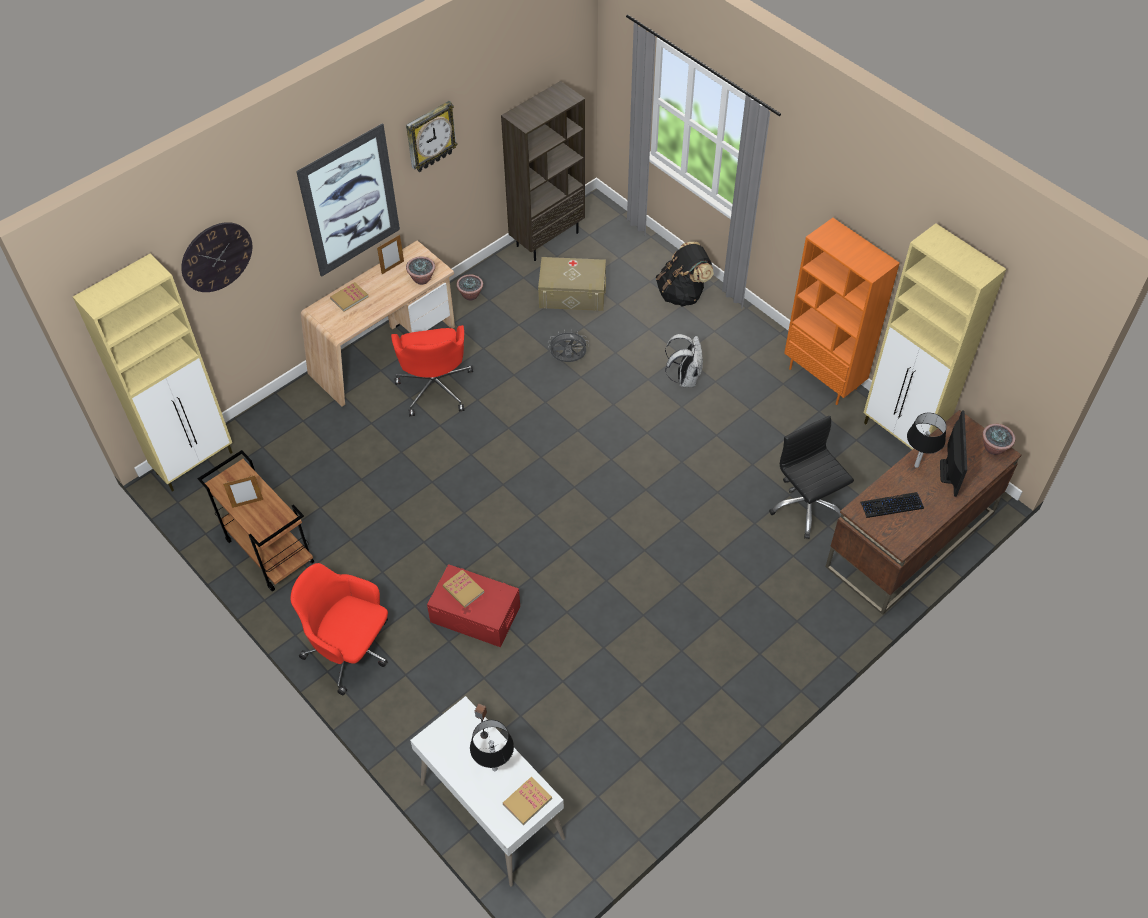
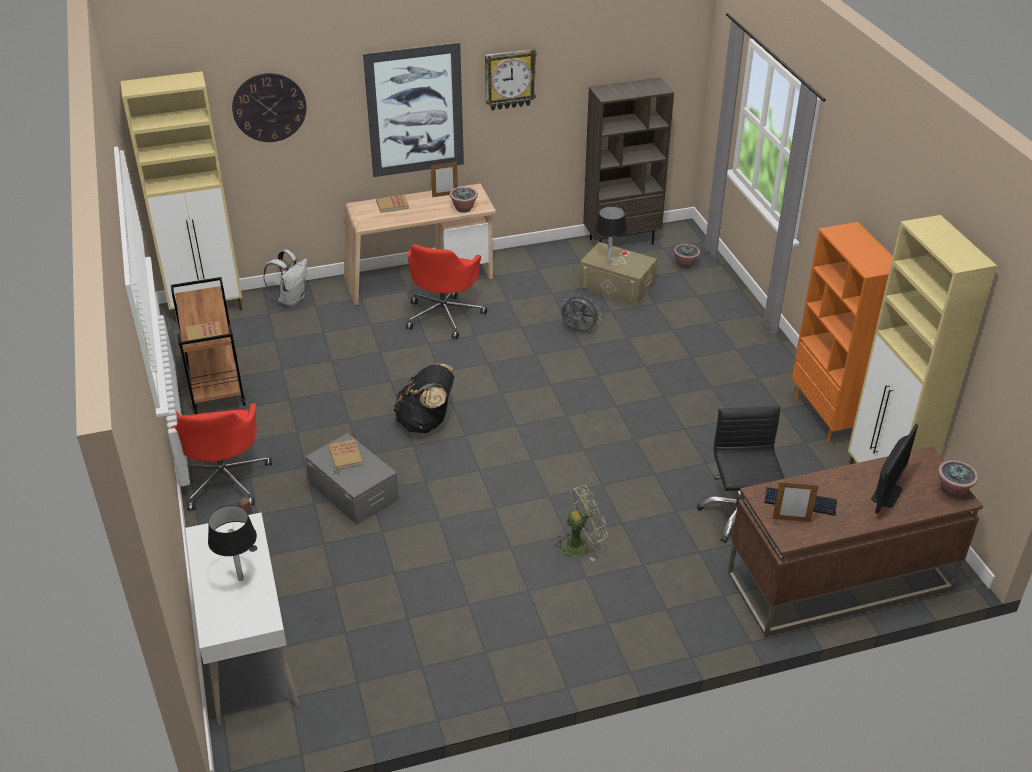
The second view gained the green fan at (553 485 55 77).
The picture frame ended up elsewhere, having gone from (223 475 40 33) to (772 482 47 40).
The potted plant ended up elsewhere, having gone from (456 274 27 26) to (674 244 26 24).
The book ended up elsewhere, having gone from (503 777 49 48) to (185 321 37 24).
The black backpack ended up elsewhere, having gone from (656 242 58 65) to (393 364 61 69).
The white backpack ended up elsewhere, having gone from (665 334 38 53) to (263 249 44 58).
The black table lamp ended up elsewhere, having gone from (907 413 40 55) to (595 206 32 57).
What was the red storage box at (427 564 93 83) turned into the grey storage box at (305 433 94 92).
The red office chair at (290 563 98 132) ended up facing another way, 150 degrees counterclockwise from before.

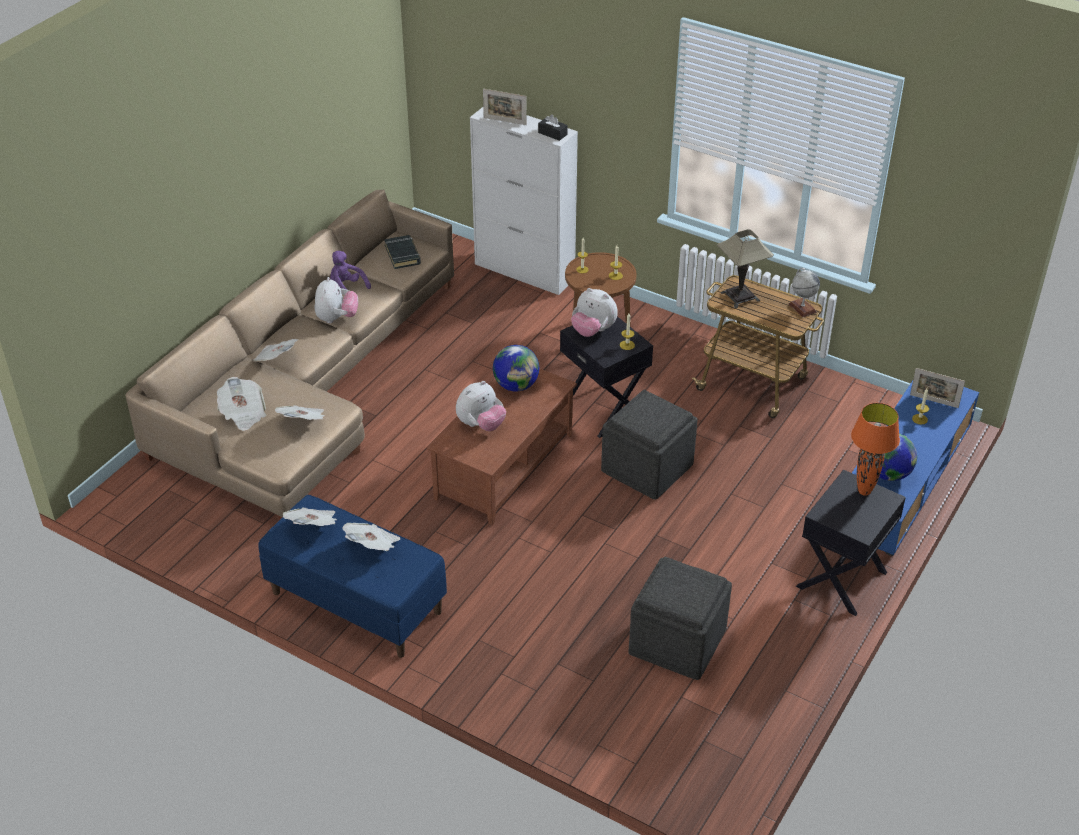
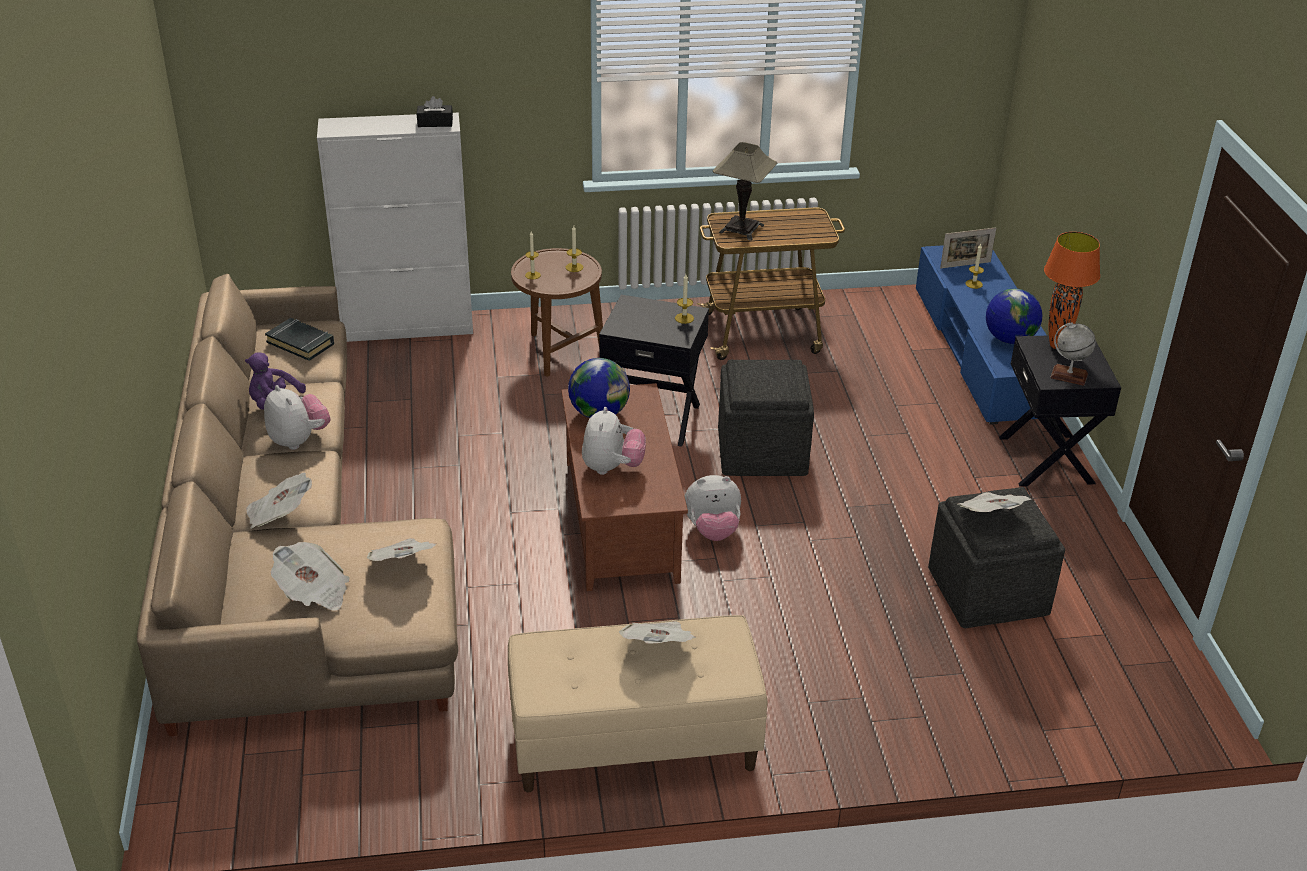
The second view lost the picture frame at (483 89 44 36).
The newspaper ended up elsewhere, having gone from (283 508 54 18) to (958 492 73 20).
The plush toy ended up elsewhere, having gone from (571 288 47 49) to (685 475 56 66).
The globe ended up elsewhere, having gone from (789 268 31 49) to (1050 322 46 64).
What was the blue bench at (259 495 188 163) turned into the beige bench at (508 615 259 178).

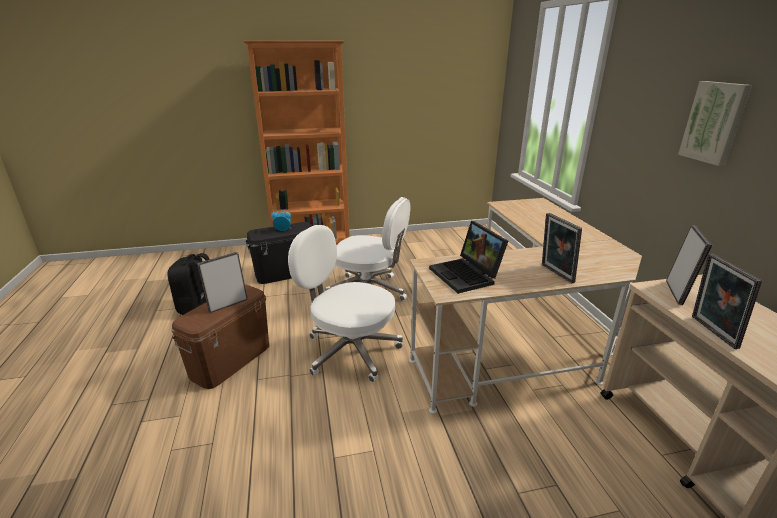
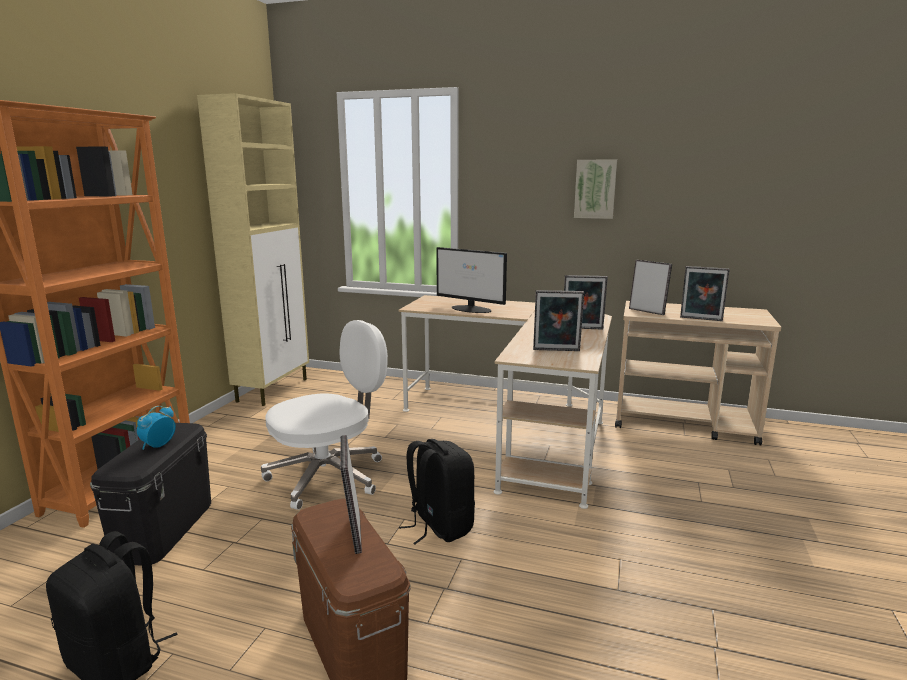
The second view gained the beige cabinet at (197 93 112 313).
The second view gained the monitor at (436 247 71 66).
Where the white office chair stood at (288 225 115 157), the black backpack came to stand at (399 439 76 106).
Where the laptop stood at (429 221 79 73), the picture frame came to stand at (533 290 51 61).

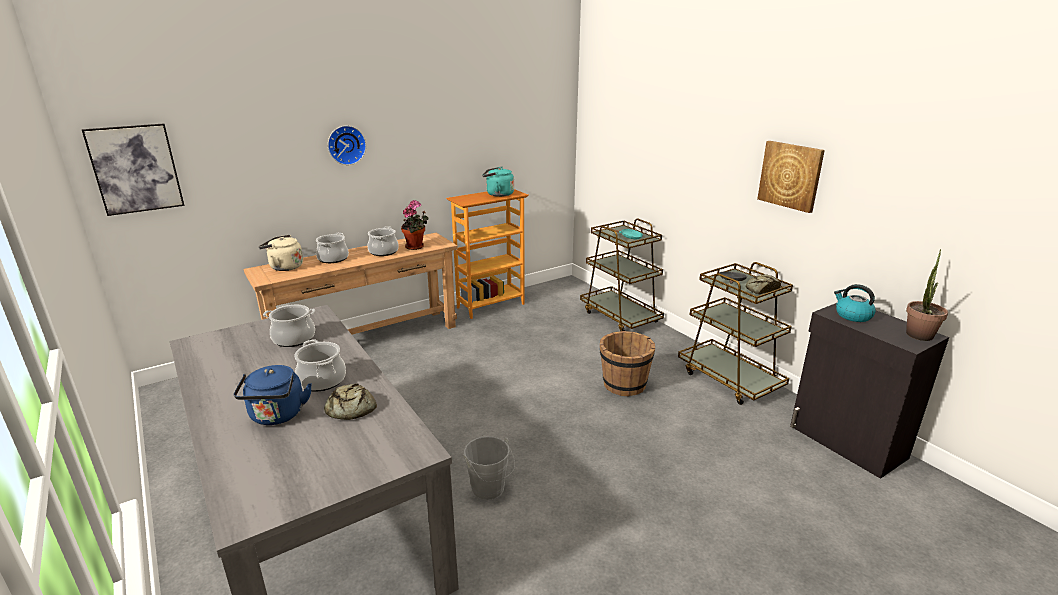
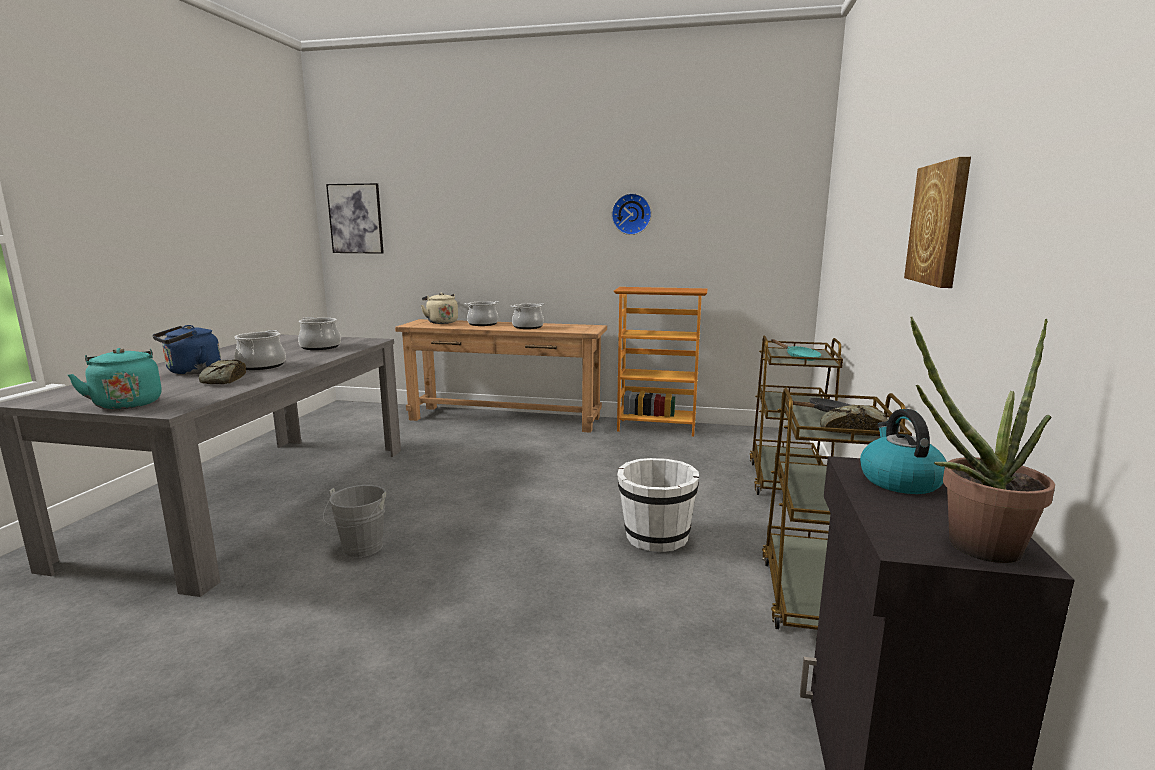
The second view lost the potted plant at (401 200 28 50).
The wall clock ended up elsewhere, having gone from (328 126 38 39) to (611 193 41 42).
The turquoise kettle ended up elsewhere, having gone from (482 167 32 30) to (68 348 94 62).
What was the brown bucket at (600 331 55 66) turned into the white bucket at (617 458 82 94).

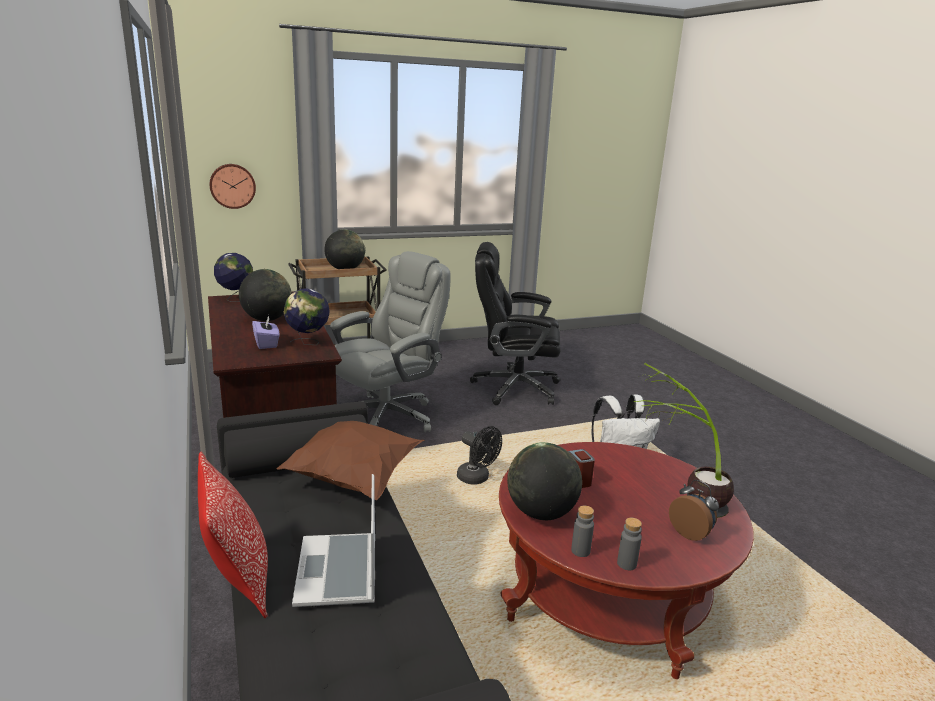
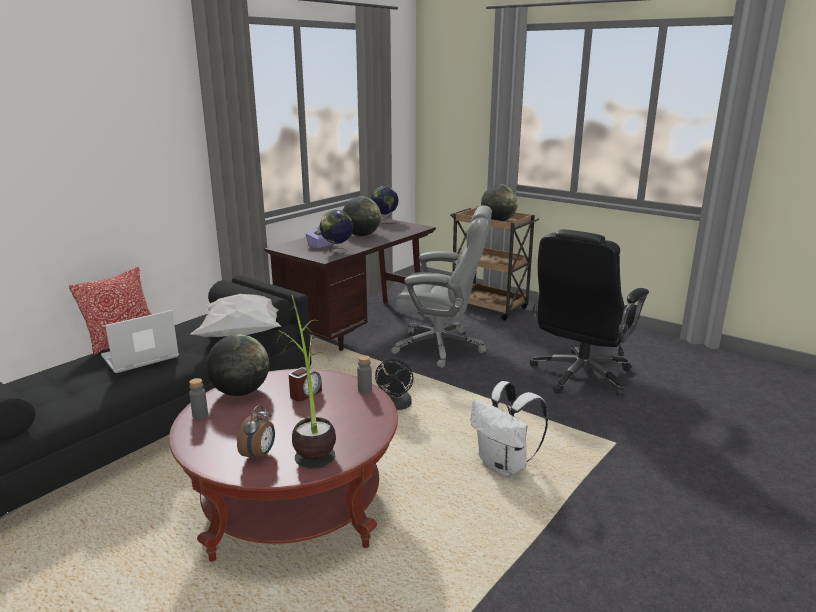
The second view lost the wall clock at (209 164 47 45).
The grey bottle ended up elsewhere, having gone from (617 518 25 52) to (357 355 15 39).
What was the brown pillow at (276 421 148 79) turned into the white pillow at (190 294 92 43).
The black office chair at (470 242 90 163) ended up facing another way, 120 degrees counterclockwise from before.

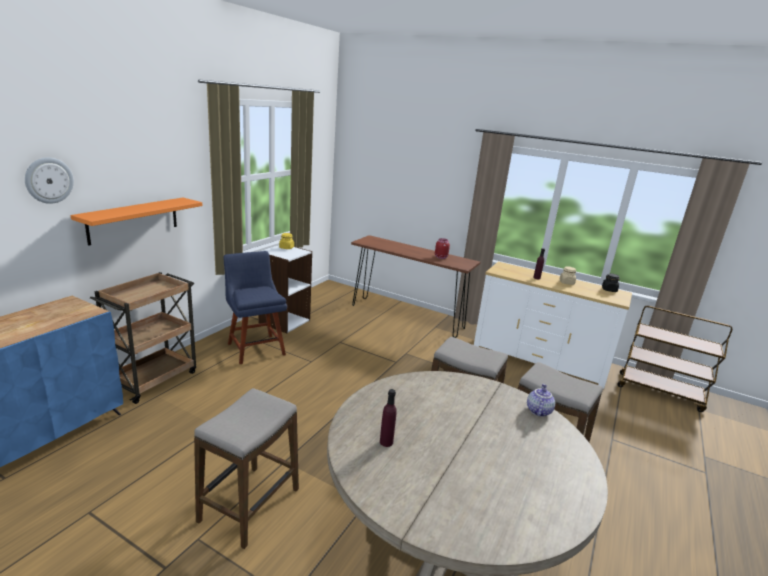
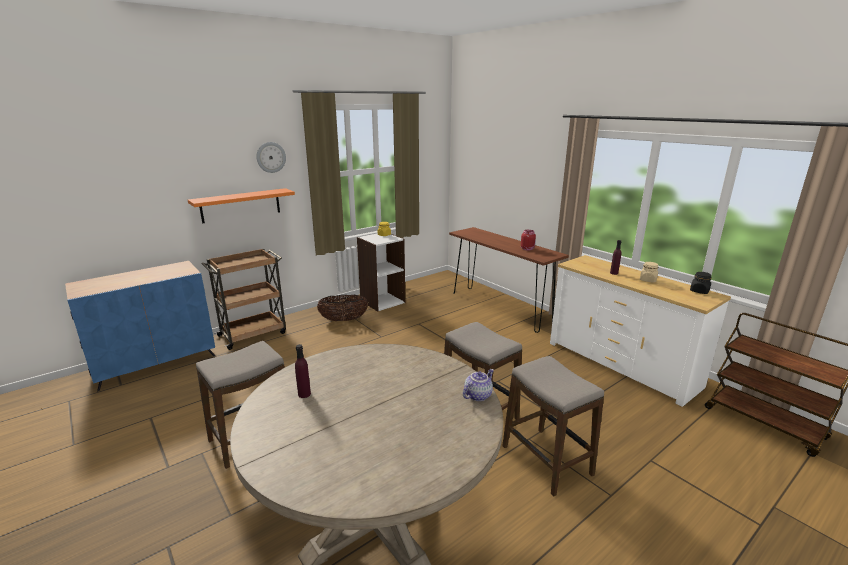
The wall clock ended up elsewhere, having gone from (25 157 49 47) to (256 142 30 31).
Where the blue chair stood at (224 251 63 113), the basket came to stand at (317 295 51 26).

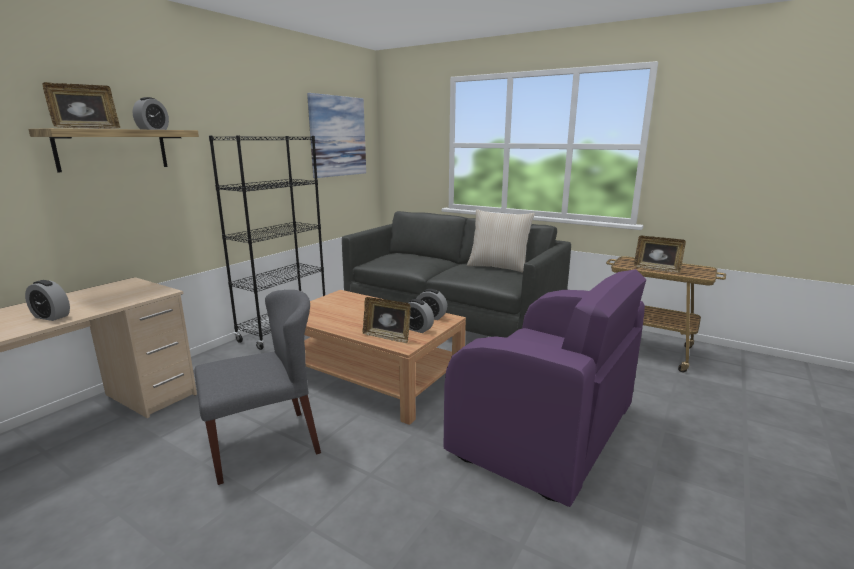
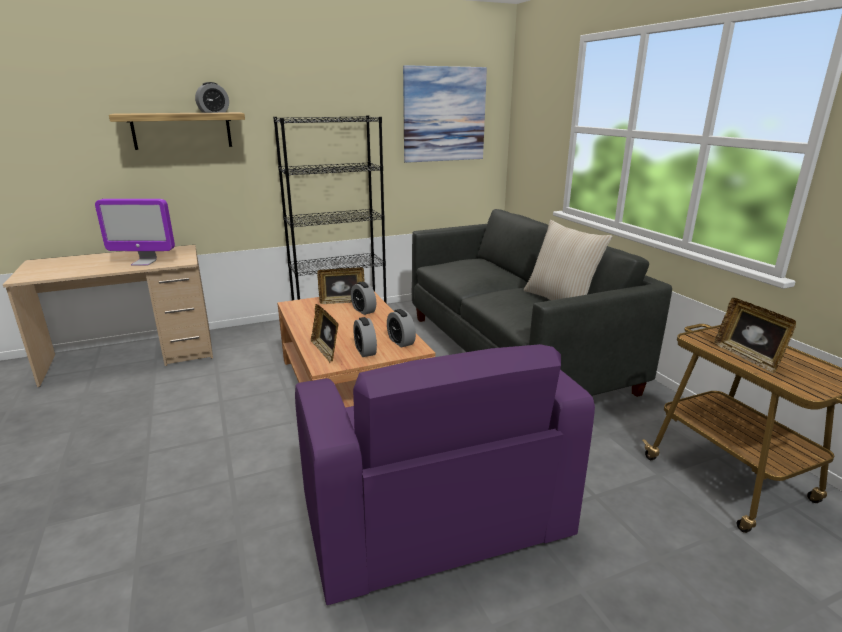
The second view lost the grey chair at (195 290 126 195).
The second view gained the monitor at (95 199 80 66).
The alarm clock ended up elsewhere, having gone from (25 280 45 41) to (351 282 25 33).
The picture frame ended up elsewhere, having gone from (43 82 77 47) to (317 267 48 37).

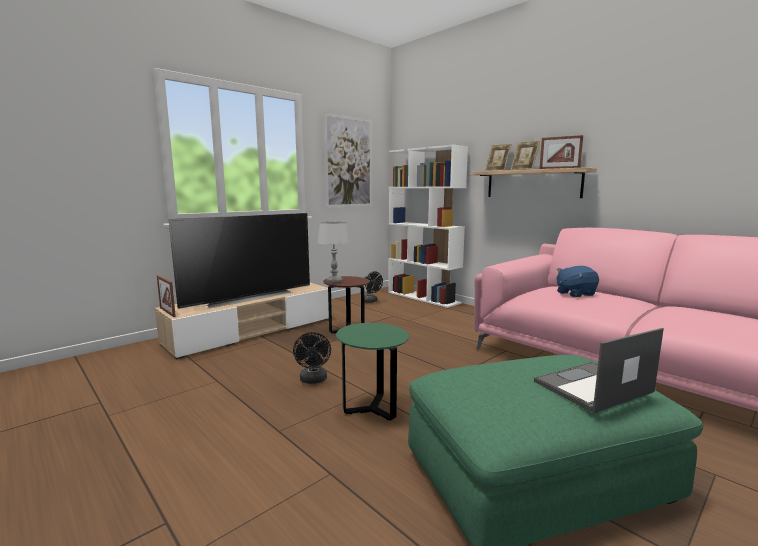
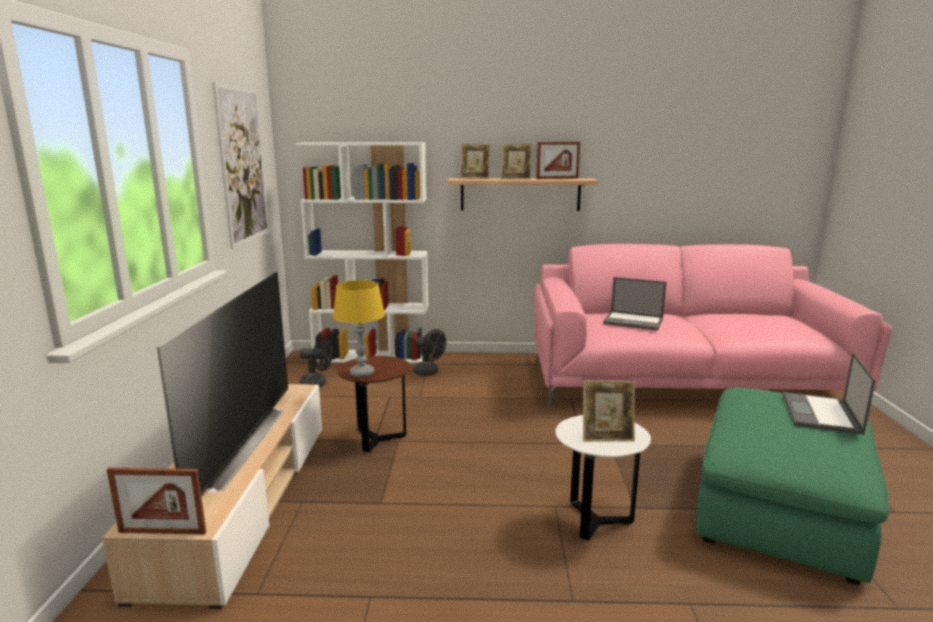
The second view gained the picture frame at (583 380 52 62).
The black fan ended up elsewhere, having gone from (293 332 38 52) to (413 329 33 47).
Where the blue plush toy stood at (556 266 43 31), the laptop came to stand at (603 277 64 54).
What was the grey table lamp at (317 222 33 61) turned into the yellow table lamp at (333 280 52 97).
What was the green side table at (336 323 73 98) turned into the white side table at (555 415 96 126).

